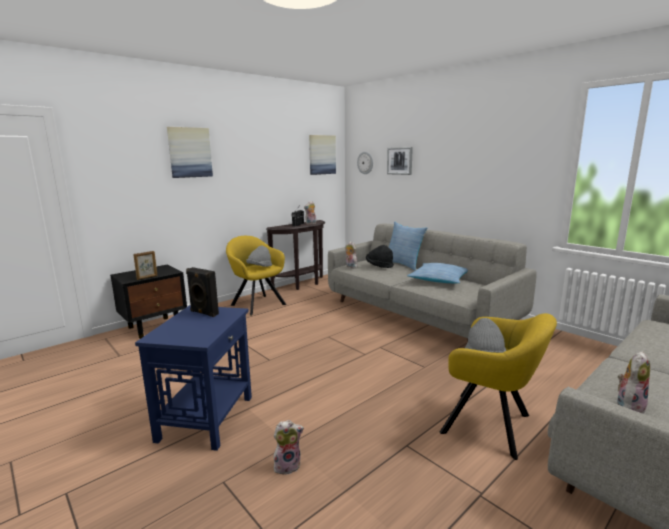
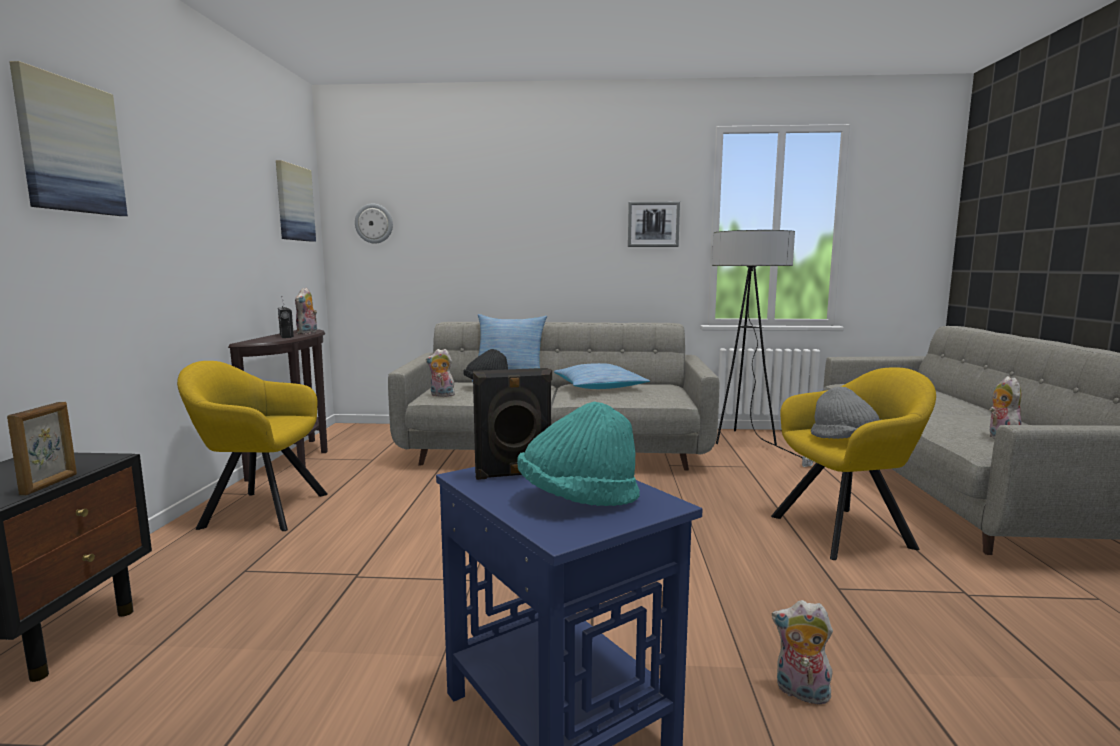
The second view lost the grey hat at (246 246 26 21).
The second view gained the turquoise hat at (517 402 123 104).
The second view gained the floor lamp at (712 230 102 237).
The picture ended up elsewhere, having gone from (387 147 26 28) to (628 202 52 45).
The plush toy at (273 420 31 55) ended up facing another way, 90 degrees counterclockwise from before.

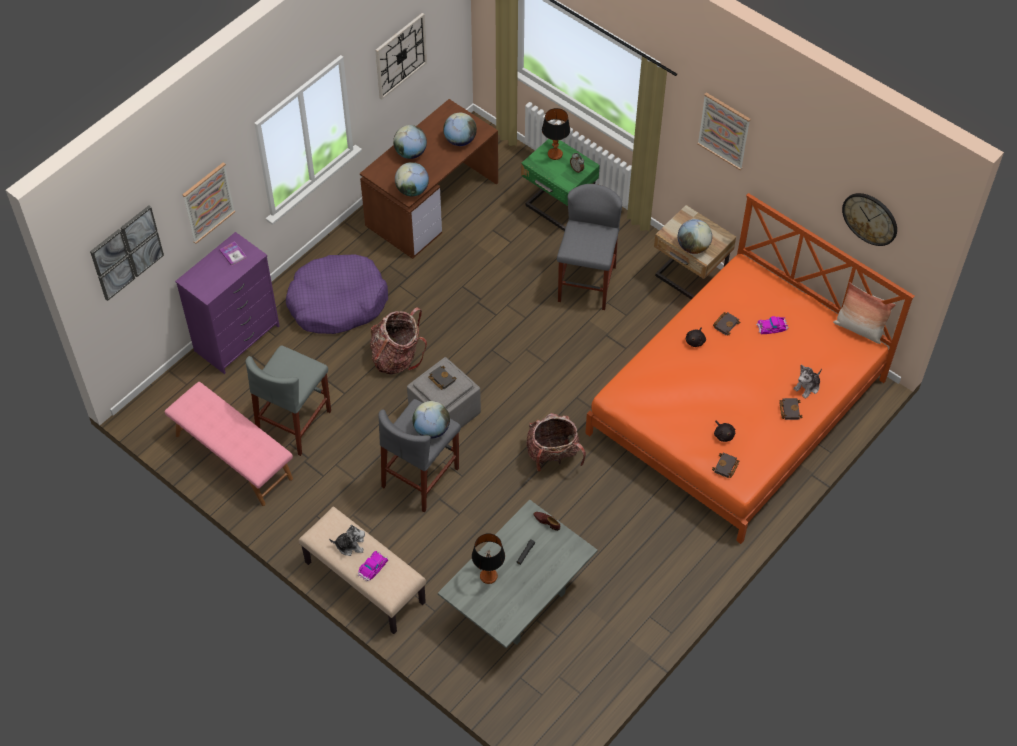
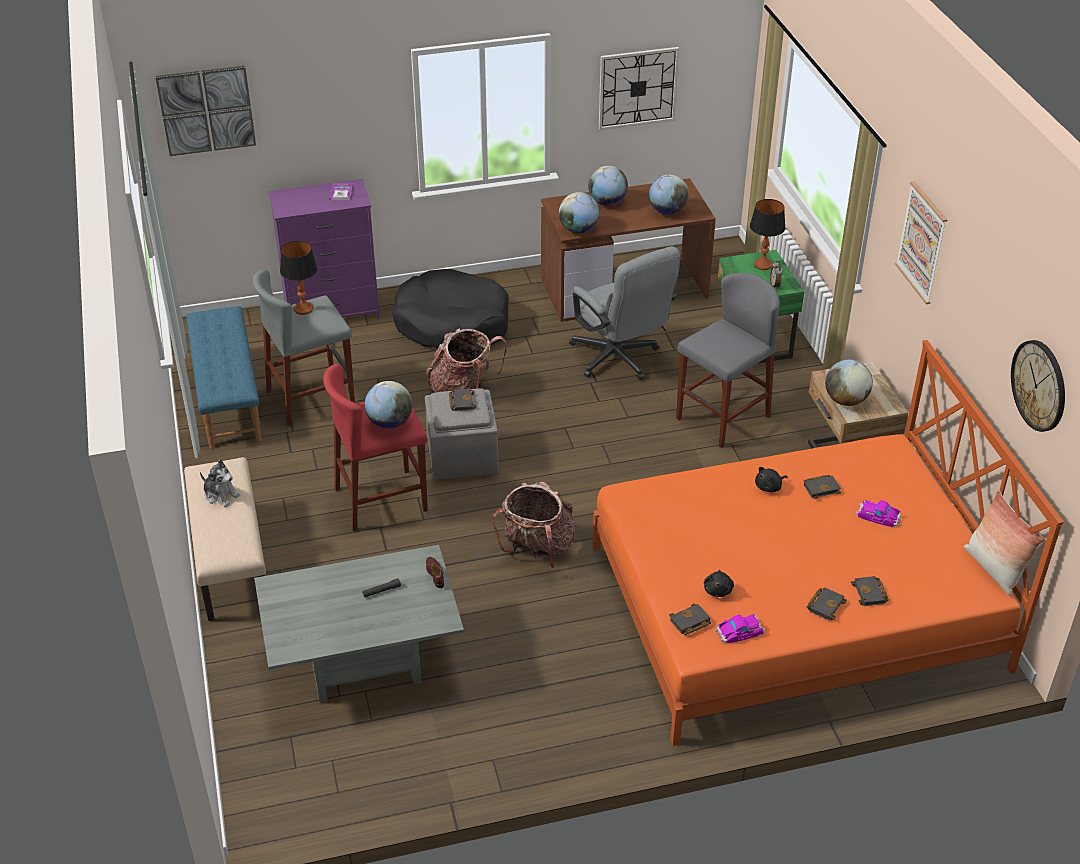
The second view lost the picture at (182 162 53 82).
The second view gained the grey office chair at (569 246 111 134).
The toy car ended up elsewhere, having gone from (358 551 30 30) to (715 614 50 29).
The table lamp ended up elsewhere, having gone from (472 533 33 51) to (280 241 38 74).
Where the plush toy stood at (794 365 28 34), the black book came to stand at (851 576 38 30).
What was the pink bench at (165 382 128 124) turned into the blue bench at (186 306 76 143).
What was the purple dog bed at (286 255 102 79) turned into the black dog bed at (392 269 117 79).
What was the grey stool at (378 399 83 113) turned into the red stool at (323 364 105 167).

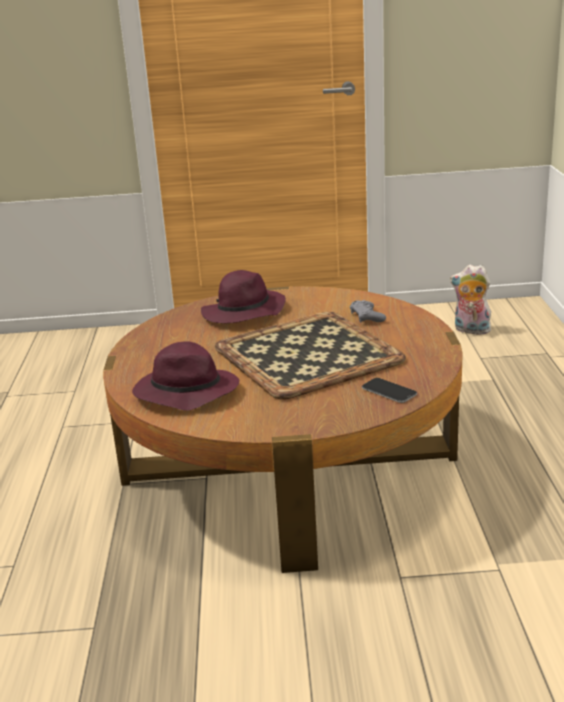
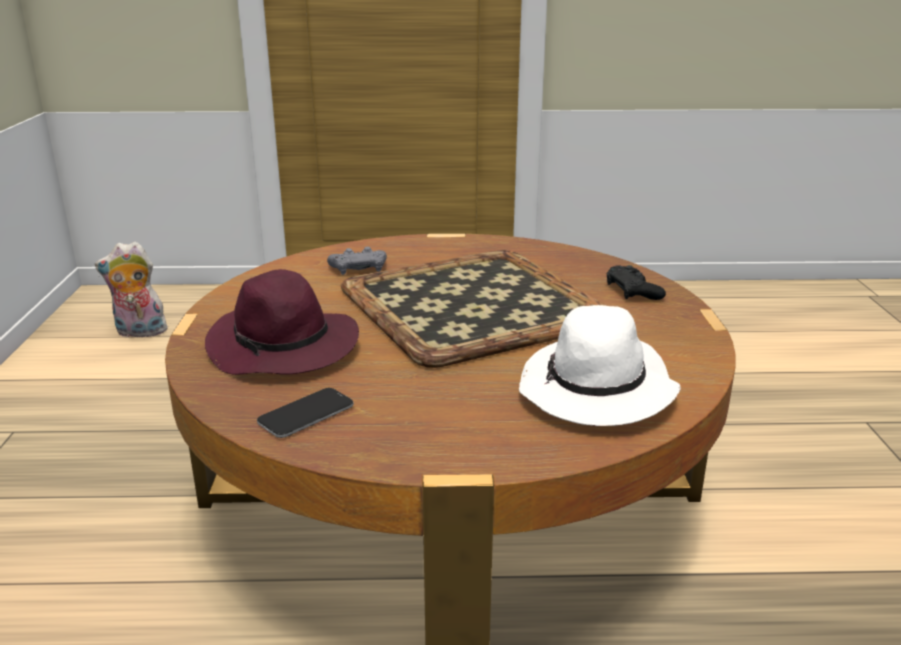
The second view gained the black game controller at (607 265 59 35).
The phone ended up elsewhere, having gone from (362 378 55 25) to (257 388 97 50).
What was the purple hat at (132 341 107 70) turned into the white hat at (519 305 162 121).
The plush toy at (450 265 41 70) ended up facing another way, 60 degrees clockwise from before.

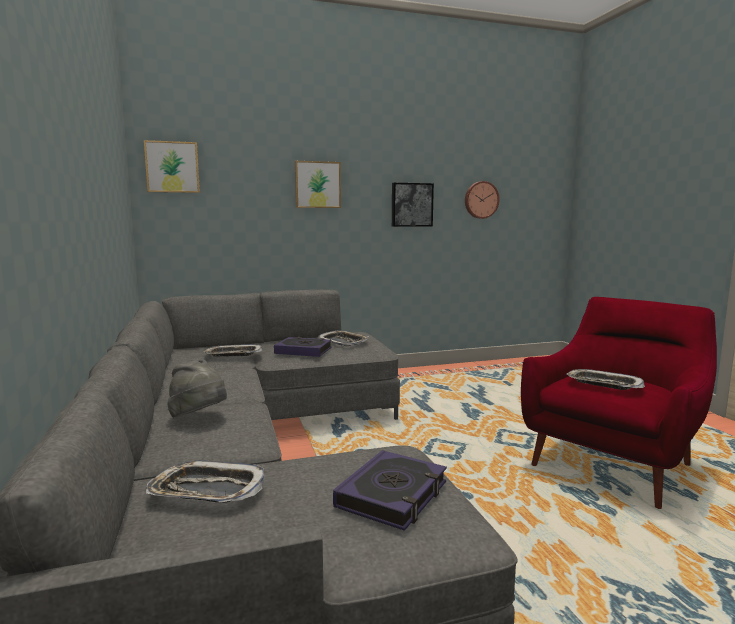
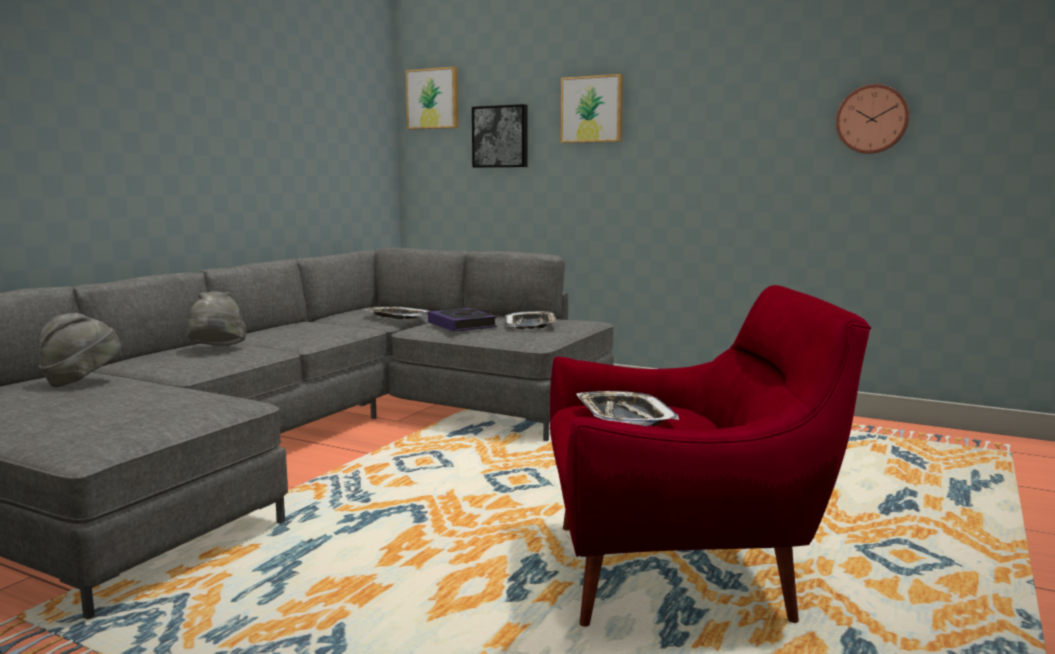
The second view lost the book at (333 450 114 81).
The picture ended up elsewhere, having gone from (392 183 42 44) to (472 104 56 64).
Where the tray stood at (146 460 118 43), the grey hat came to stand at (39 313 82 74).

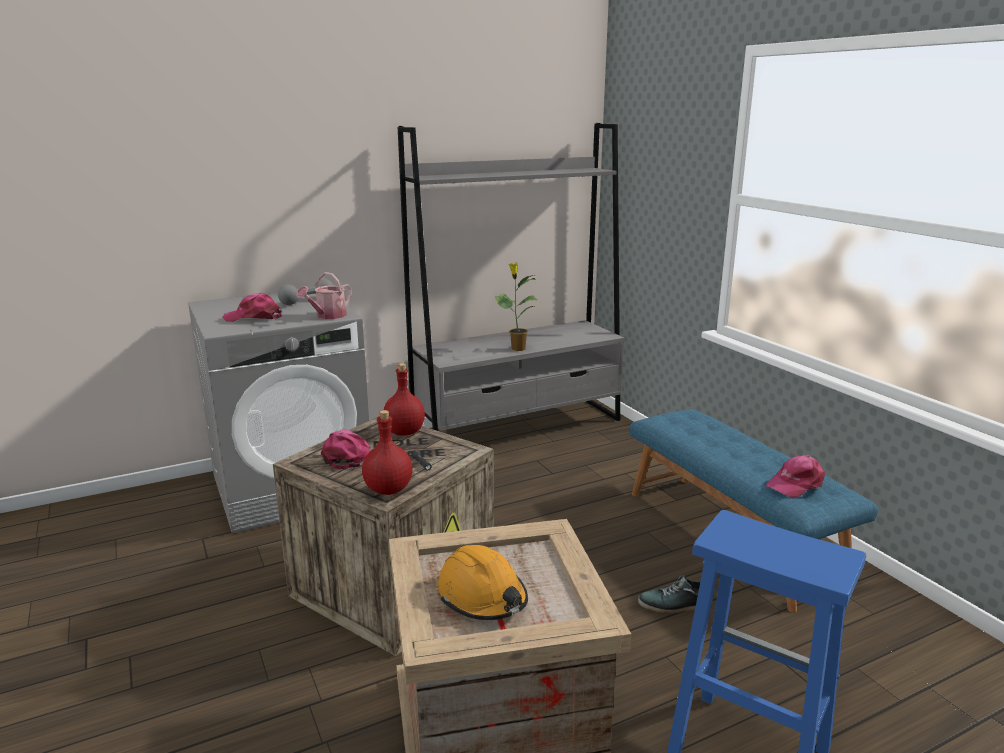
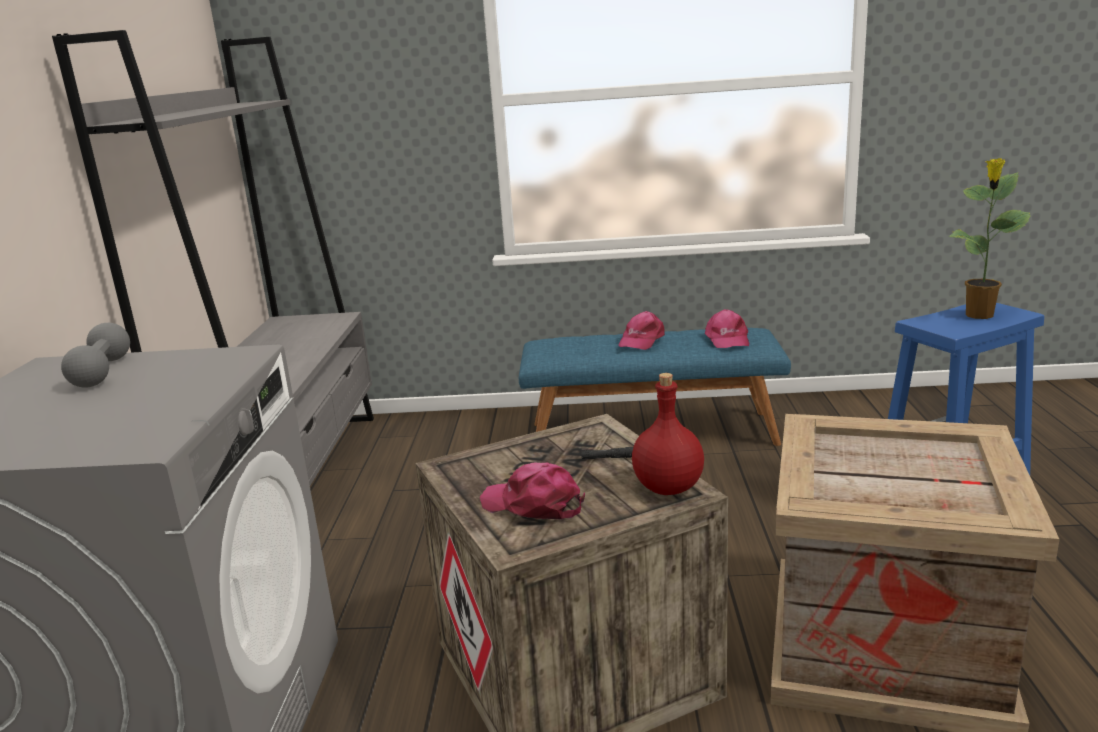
The second view lost the watering can at (296 272 56 47).
The second view lost the red bottle at (384 363 41 73).
The second view lost the orange hard hat at (438 545 90 75).
The second view lost the shoe at (638 576 62 38).
The pink cap ended up elsewhere, having gone from (222 292 60 30) to (618 311 47 39).
The potted plant ended up elsewhere, having gone from (495 262 43 89) to (948 158 82 161).

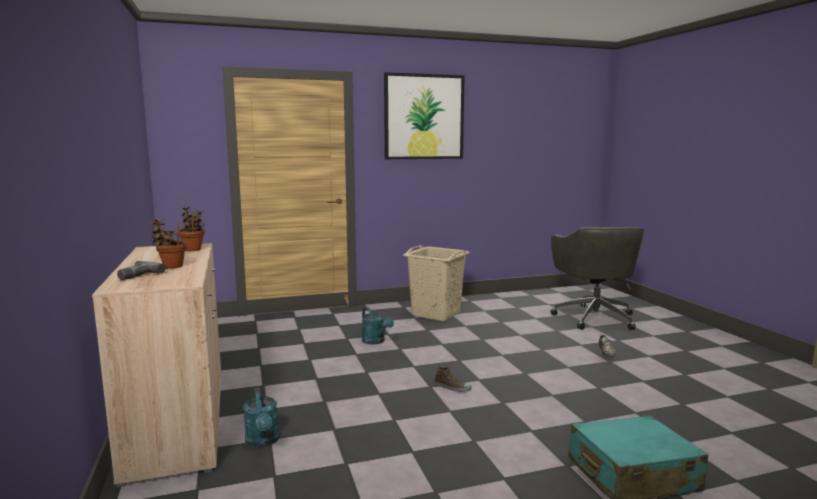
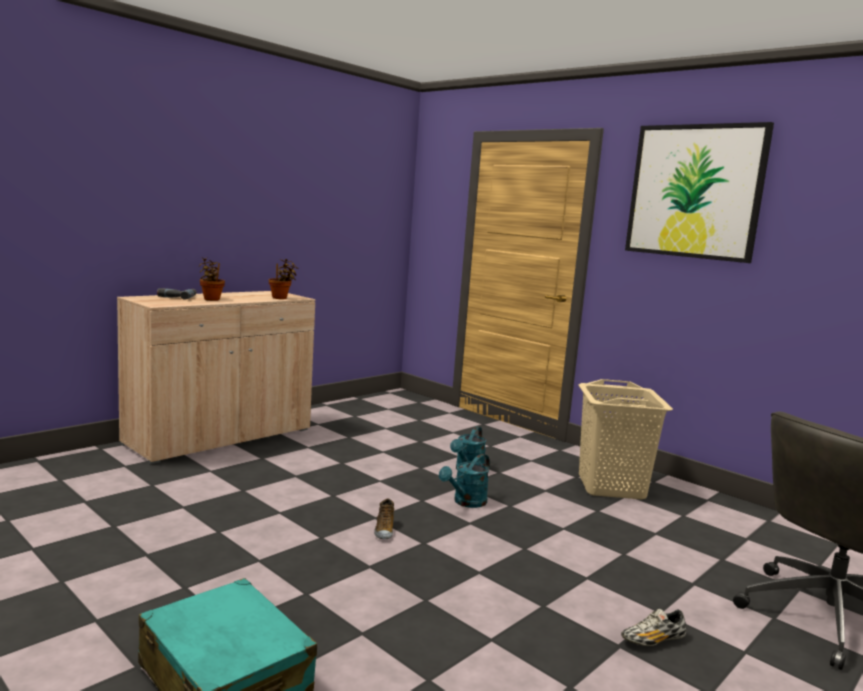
The turquoise watering can ended up elsewhere, having gone from (243 387 37 61) to (439 454 51 54).

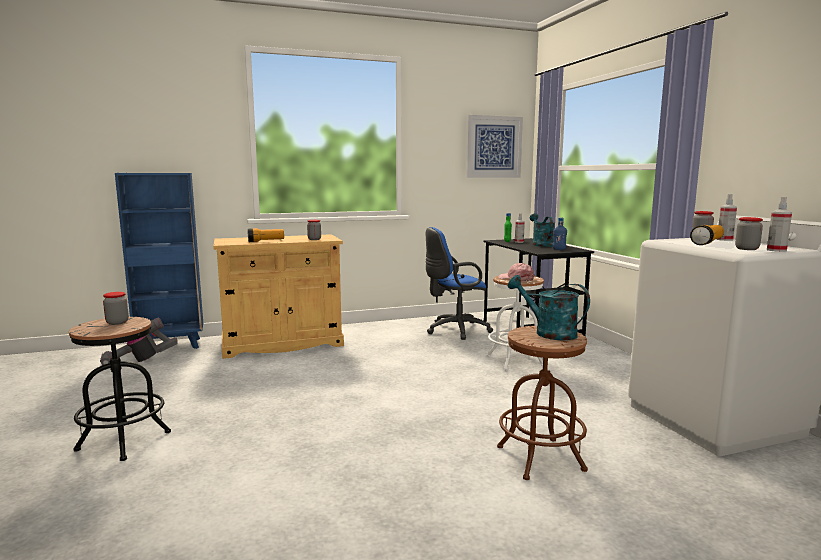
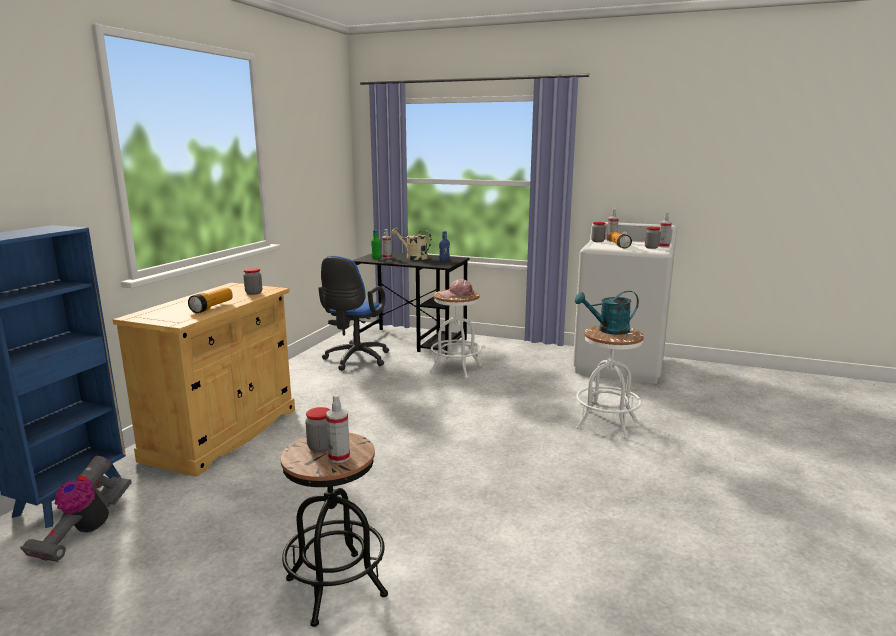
The second view lost the picture at (466 115 57 63).
The second view gained the spray bottle at (326 395 24 68).
What was the brown stool at (497 326 91 154) turned into the white stool at (576 325 68 114).
What was the turquoise watering can at (530 213 25 34) turned into the beige watering can at (391 227 41 33).

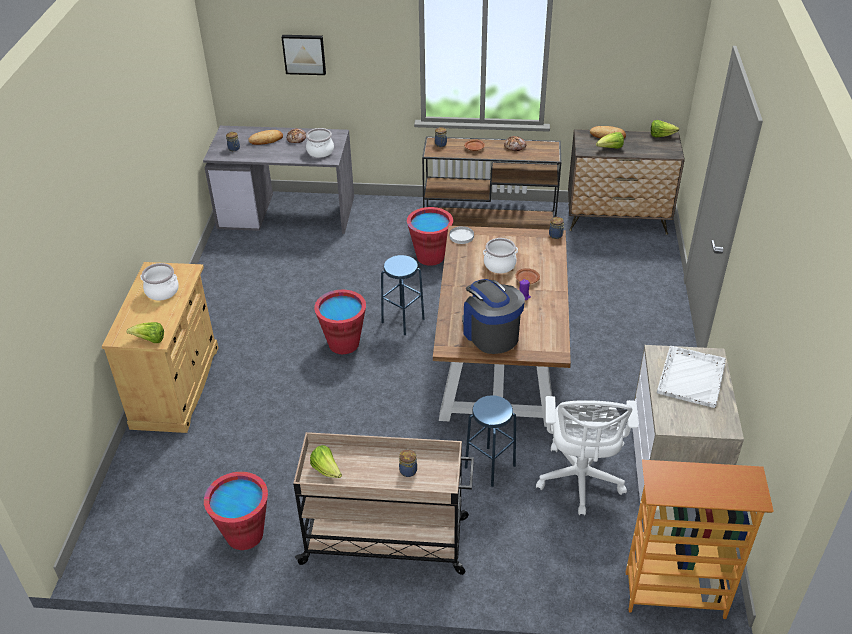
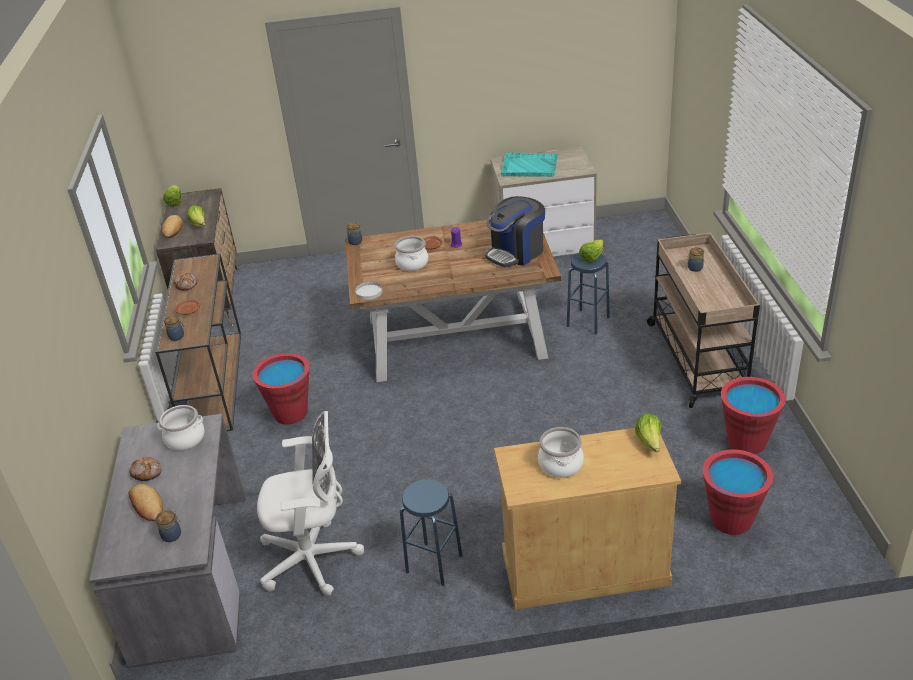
The second view lost the picture at (281 35 45 40).
The second view lost the bookcase at (626 460 148 159).
The lettuce ended up elsewhere, having gone from (310 445 32 33) to (579 240 24 22).
The red bucket ended up elsewhere, having gone from (314 290 52 64) to (703 449 70 86).
The blue stool ended up elsewhere, having gone from (381 255 44 80) to (400 479 63 107).
The white office chair ended up elsewhere, having gone from (536 396 102 120) to (257 411 107 185).
What was the white tray at (657 346 69 62) turned into the turquoise tray at (501 152 56 25).

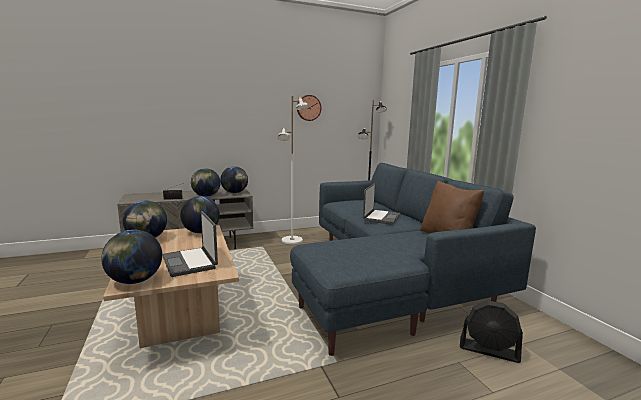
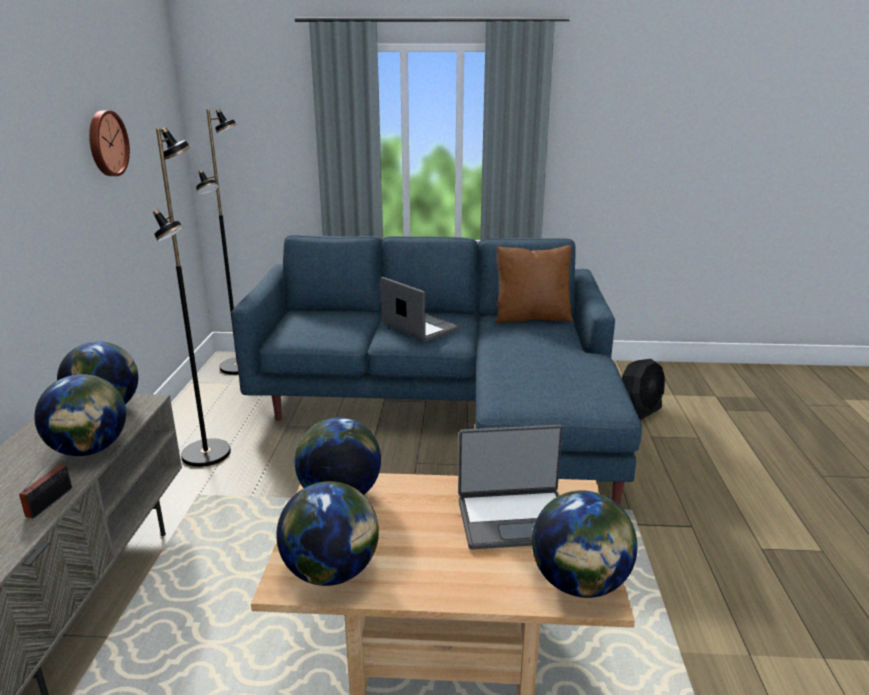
What was the white floor lamp at (278 96 30 148) turned into the black floor lamp at (153 127 78 340).

